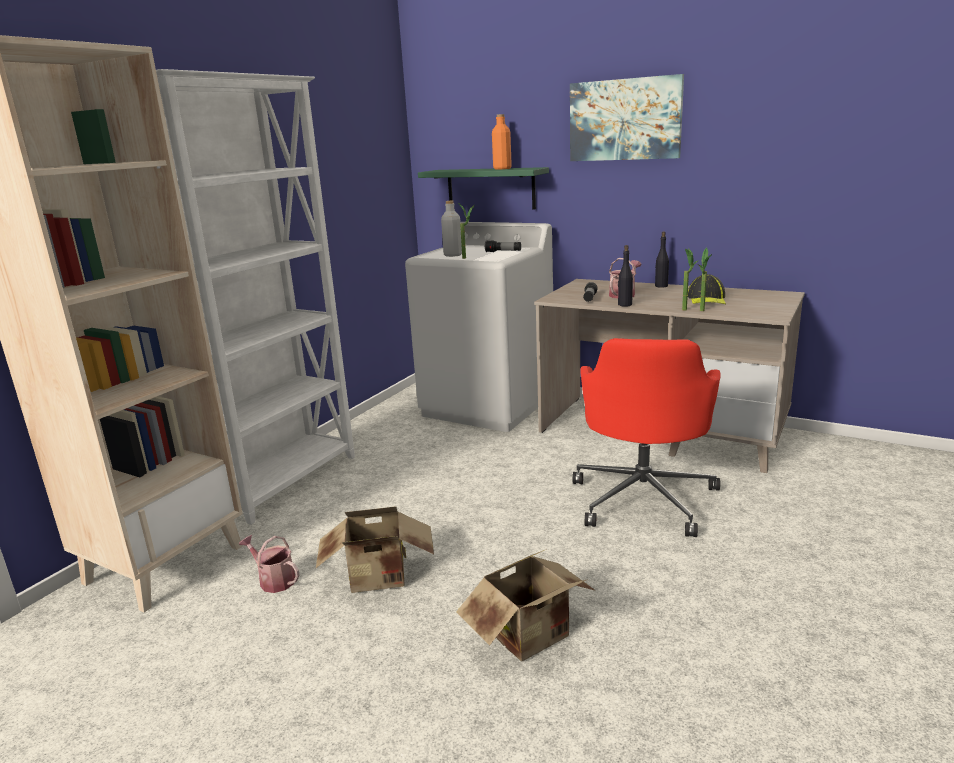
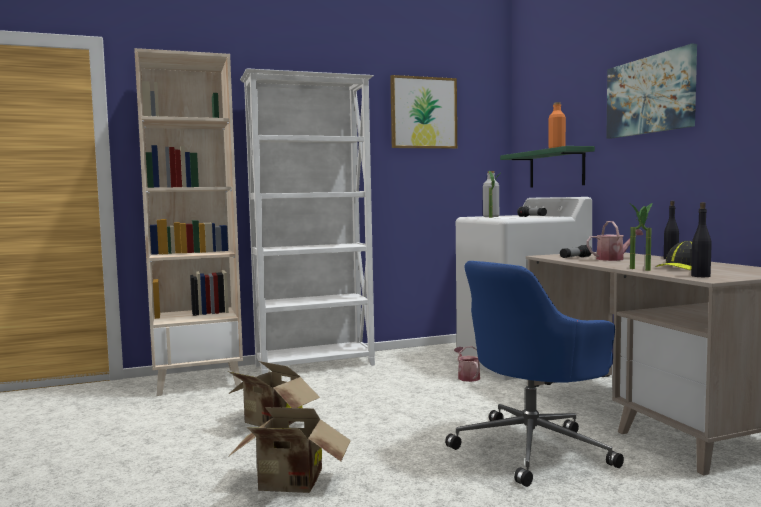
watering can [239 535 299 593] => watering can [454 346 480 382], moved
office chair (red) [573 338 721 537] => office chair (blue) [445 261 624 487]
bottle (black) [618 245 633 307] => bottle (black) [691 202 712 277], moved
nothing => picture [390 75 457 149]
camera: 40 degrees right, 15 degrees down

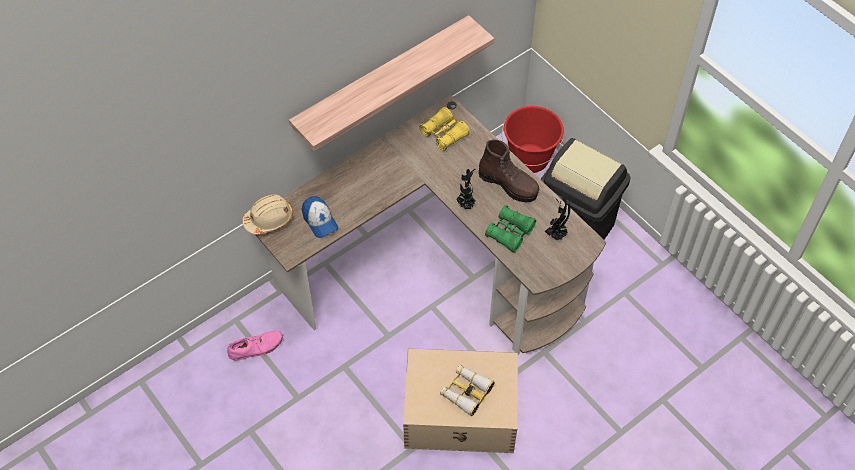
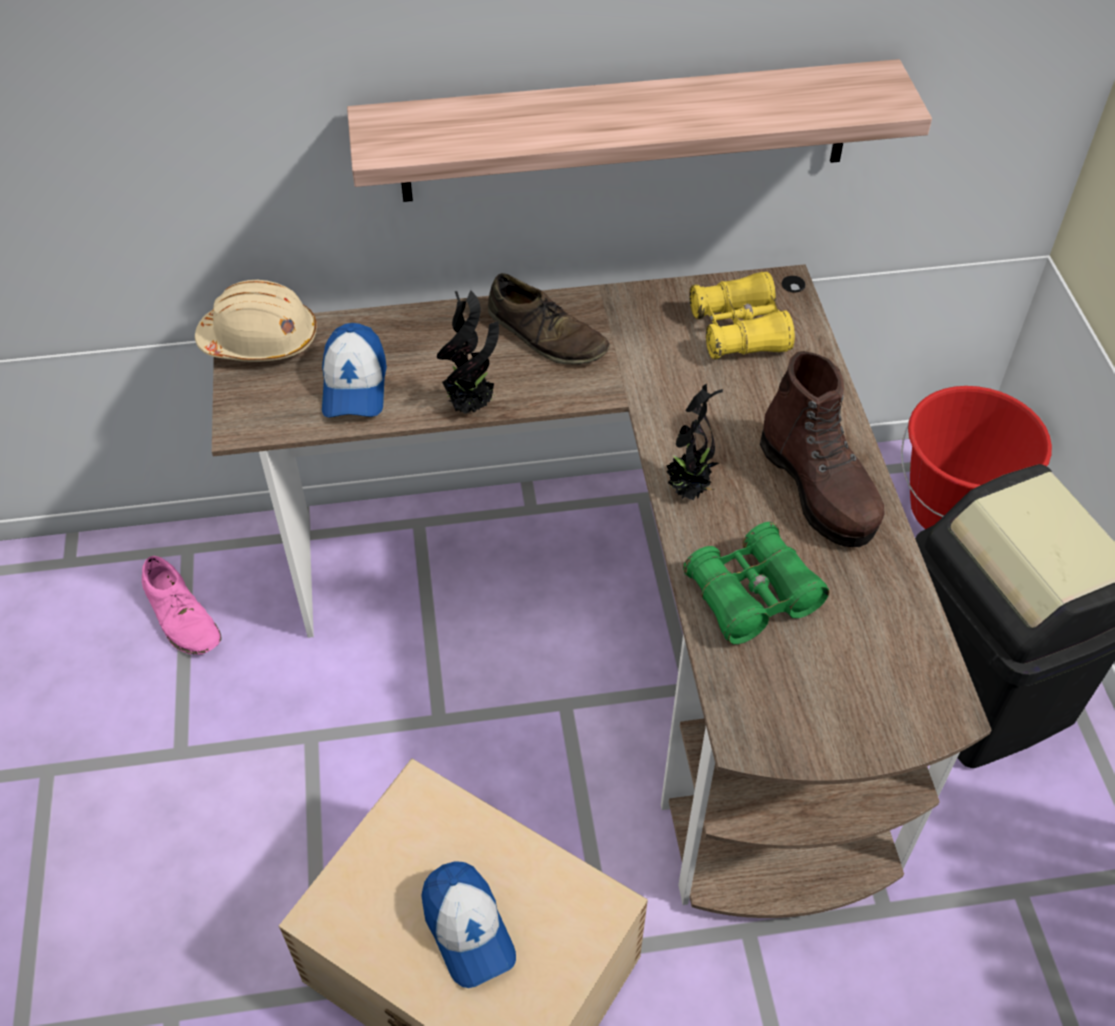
shoe (pink) [227 330 283 361] => shoe (pink) [142 556 221 655], 45 degrees clockwise
binoculars [440 365 495 416] => cap [421 861 516 988]
potted plant [545 196 570 240] => potted plant [437 291 499 414], moved
nothing => shoe (brown) [488 273 610 365]
camera: 30 degrees right, 5 degrees down

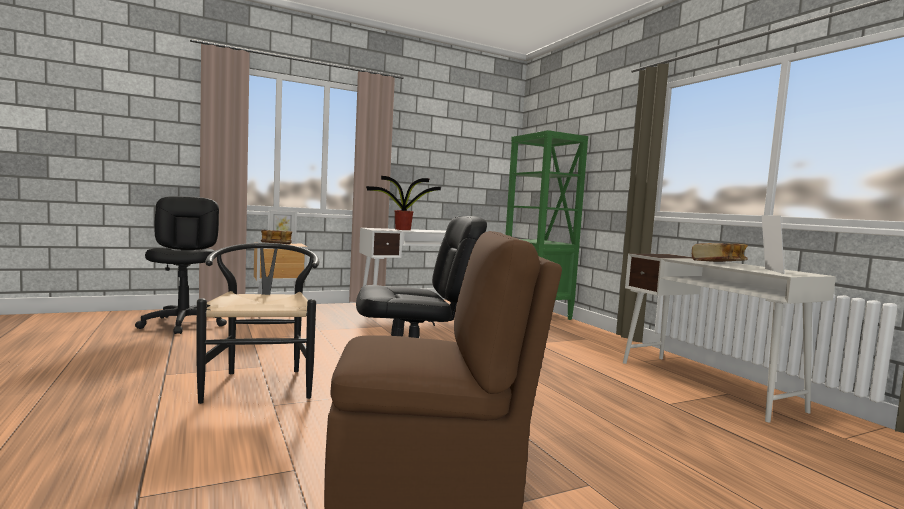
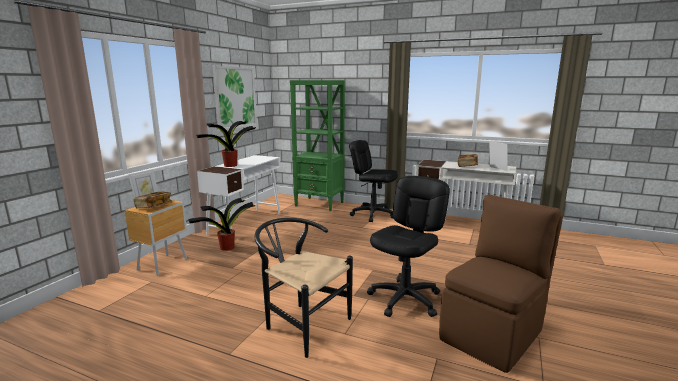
office chair (black) [135 196 227 334] => office chair (black) [349 140 398 222], moved
nothing => potted plant [188 198 255 251]
nothing => picture [213 66 257 131]
camera: 40 degrees left, 10 degrees up

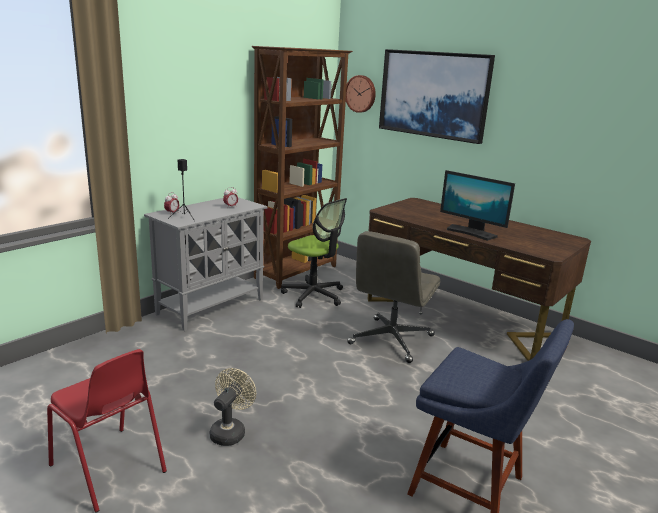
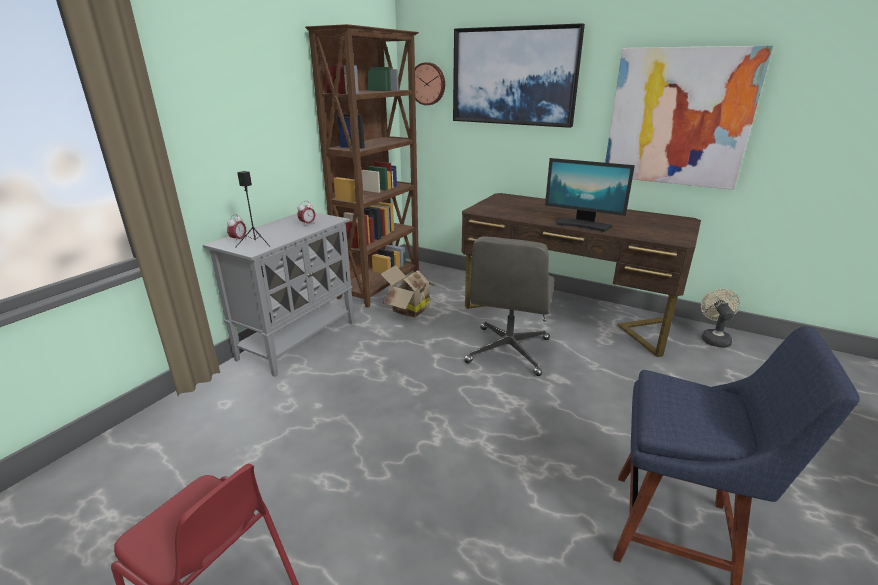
fan (beige) [209 368 256 446] => fan (beige) [701 289 740 348], moved
office chair [281 198 347 308] => cardboard box [381 265 435 318]
nothing => picture [605 46 773 190]
camera: 10 degrees left, 5 degrees up

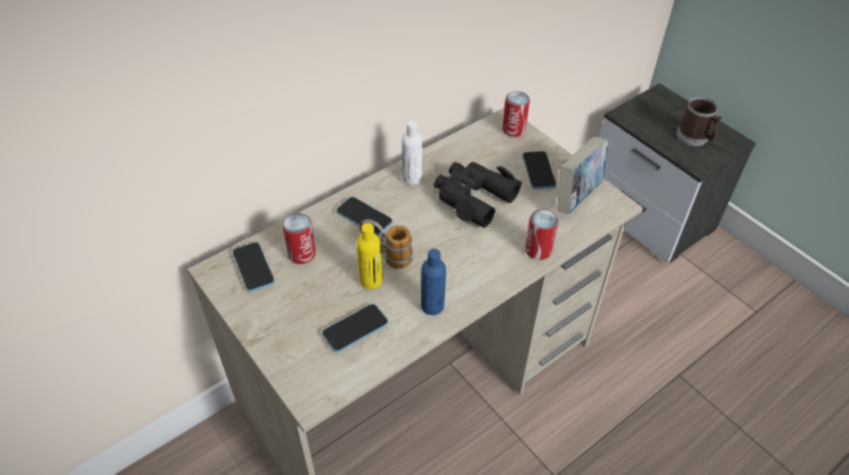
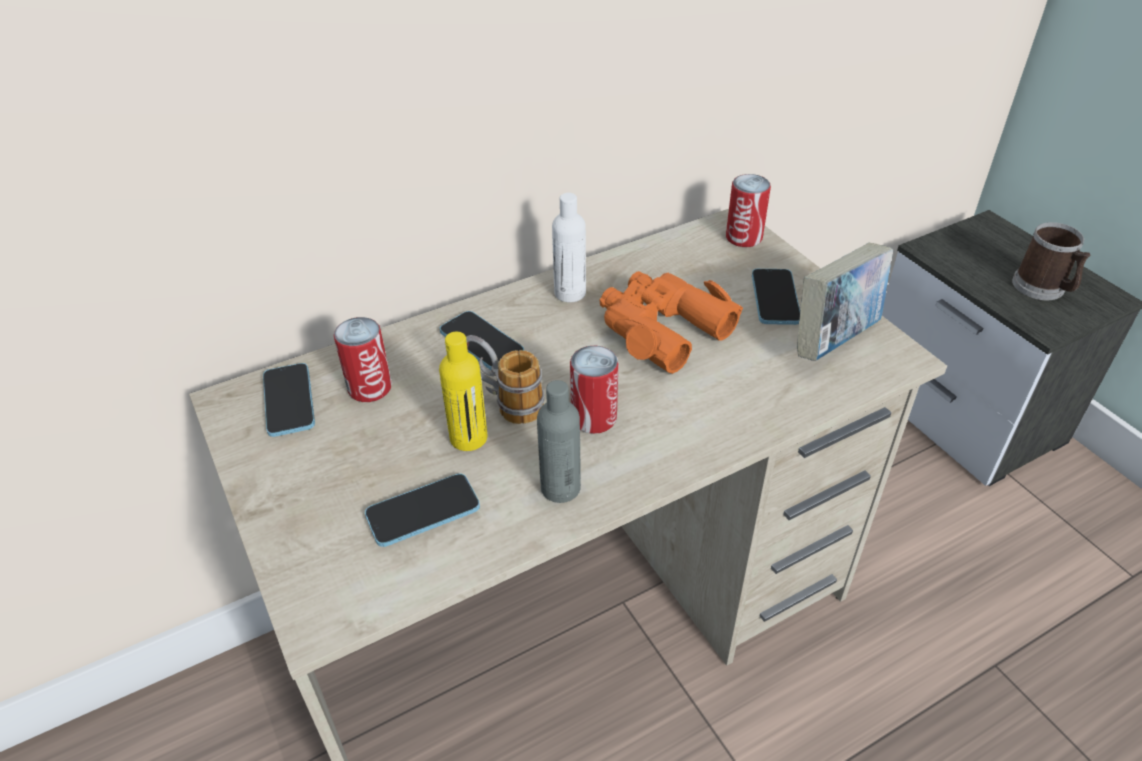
bottle (blue) [421 249 446 315] => bottle (grey) [537 380 581 503]
binoculars (black) [434 162 522 228] => binoculars (orange) [599 271 743 374]
can [525 209 558 260] => can [570 346 619 434], moved
camera: 10 degrees right, 5 degrees down

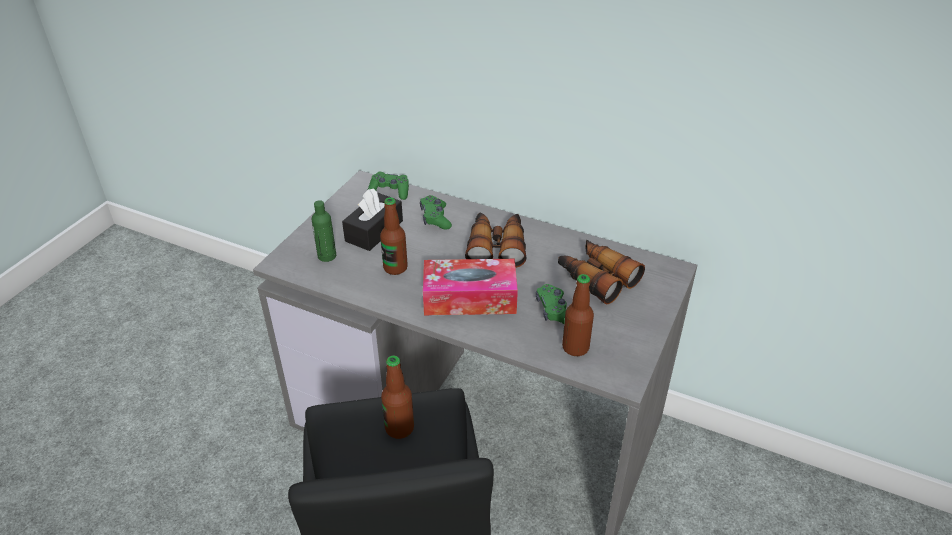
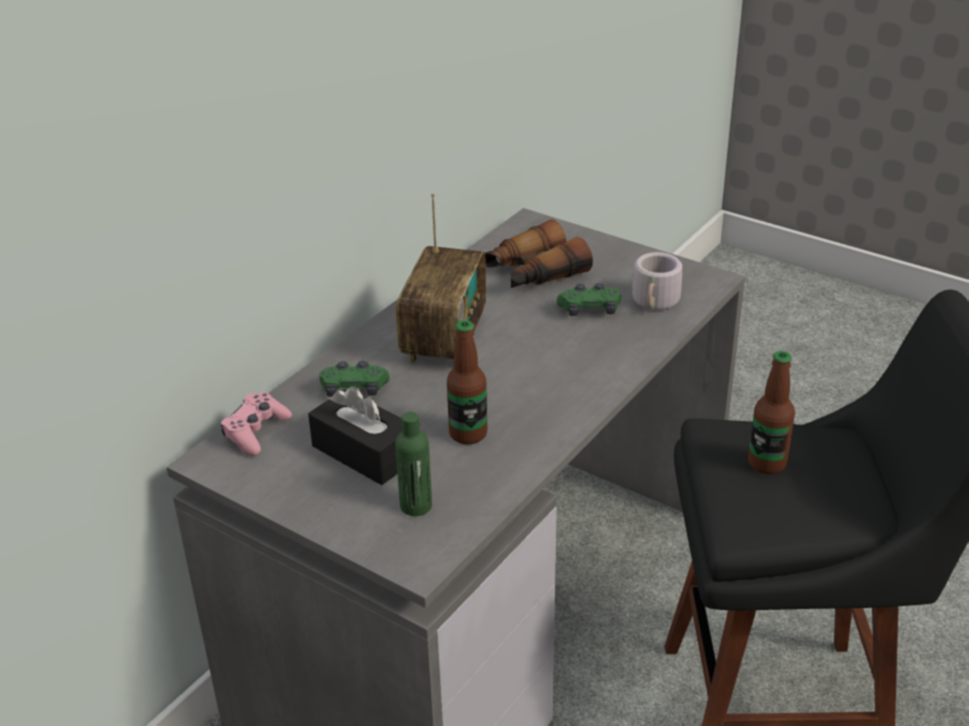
game controller (green) [368 172 409 200] => game controller (pink) [221 392 292 456]
tissue box [423 259 518 315] => nothing
binoculars [465 213 527 268] => radio [396 193 486 364]
bottle [562 274 594 356] => mug (grey) [632 252 686 310]
camera: 80 degrees left, 5 degrees down

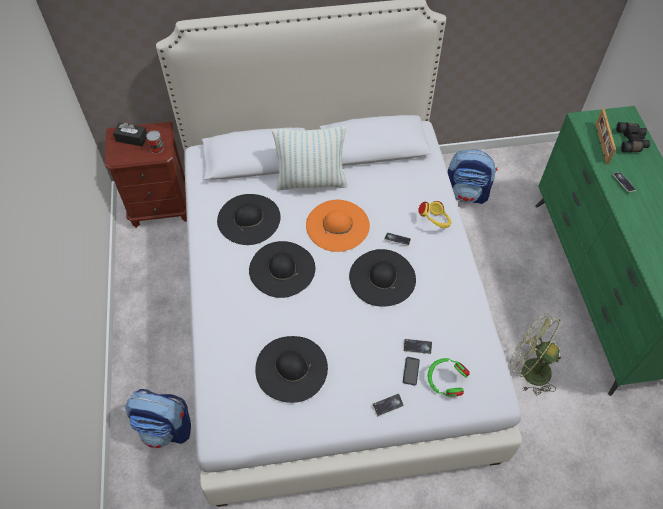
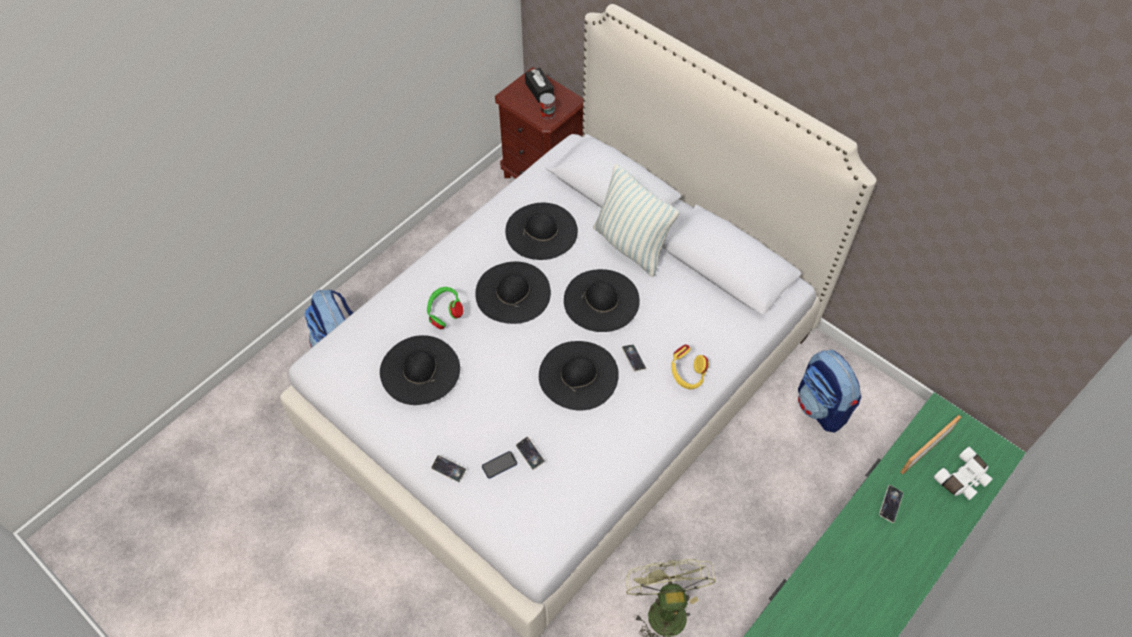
hat (orange) [306 200 370 252] => hat (black) [564 269 640 332]
headphones (green) [428 358 470 397] => headphones (green) [427 287 463 329], moved
binoculars (black) [616 122 650 153] => binoculars (white) [933 447 993 500]
camera: 50 degrees right, 0 degrees up

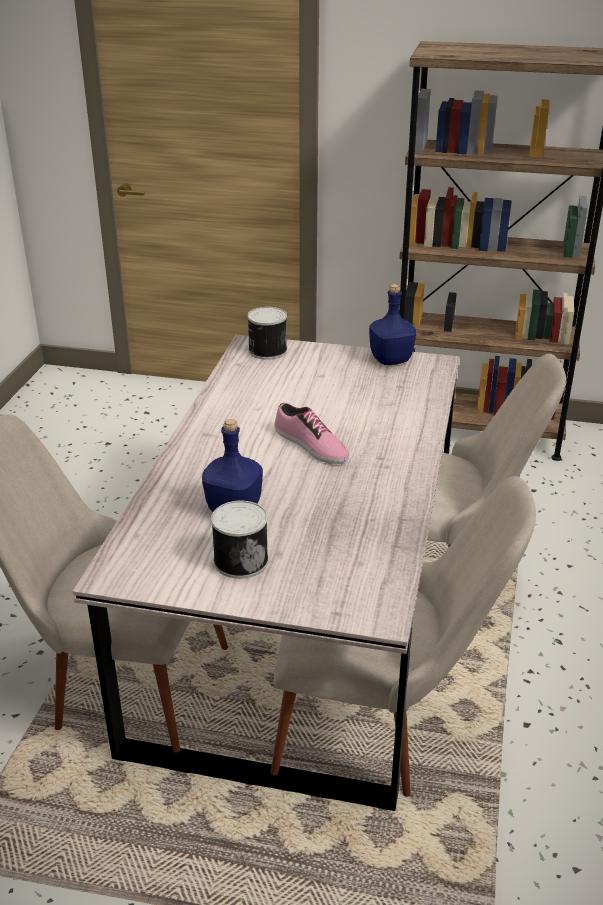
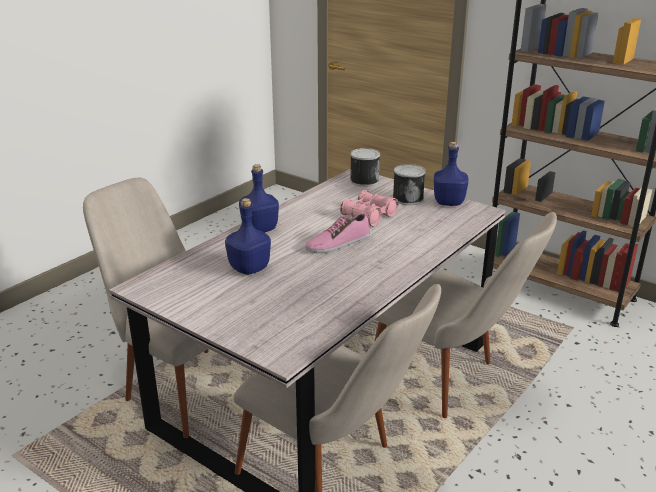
can [211 501 268 579] => can [393 164 426 205], moved
shoe [274 403 349 464] => shoe [305 214 370 253], 75 degrees clockwise
nothing => bottle (blue) [239 164 279 233]
nothing => binoculars (pink) [340 190 398 226]
camera: 25 degrees right, 5 degrees down

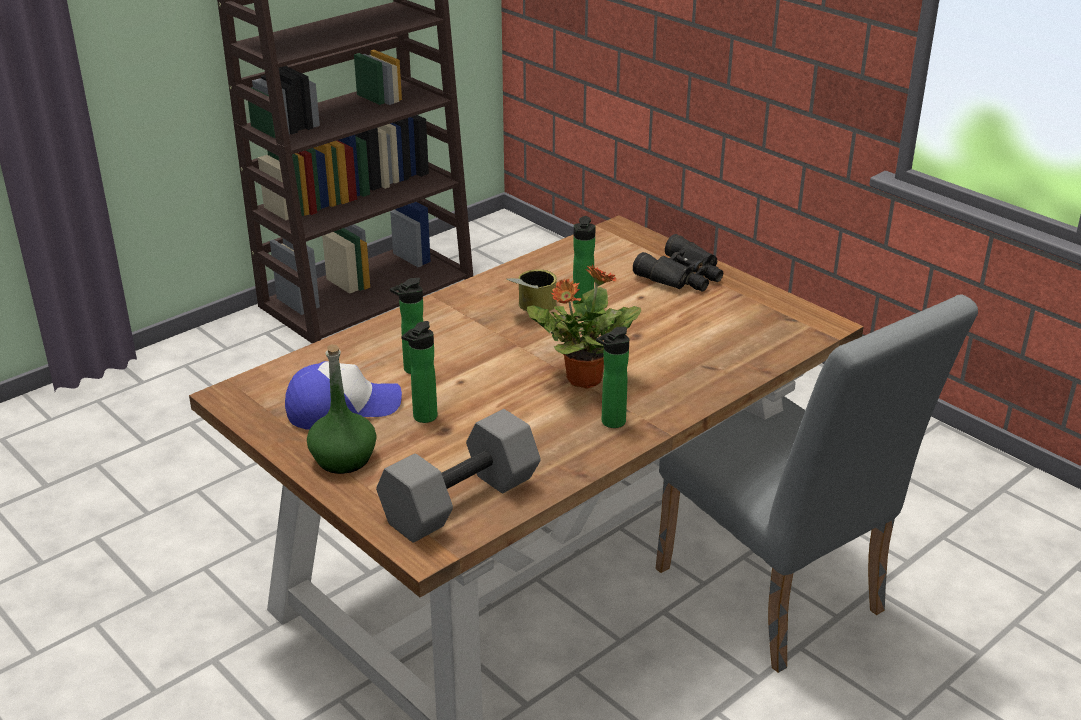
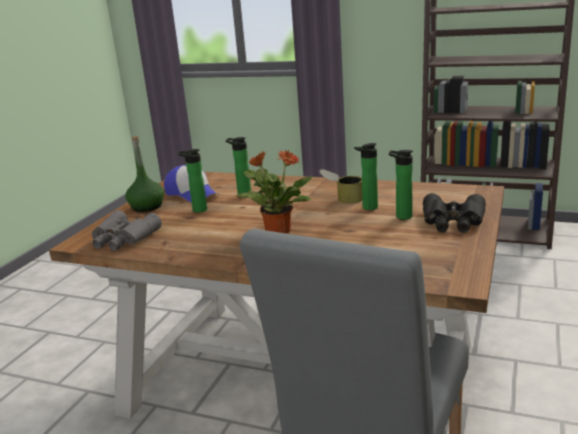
dumbbell (grey) [376 409 541 543] => binoculars (grey) [92 210 162 251]
bottle [596 327 629 428] => bottle [389 150 413 220], moved
camera: 65 degrees right, 10 degrees down

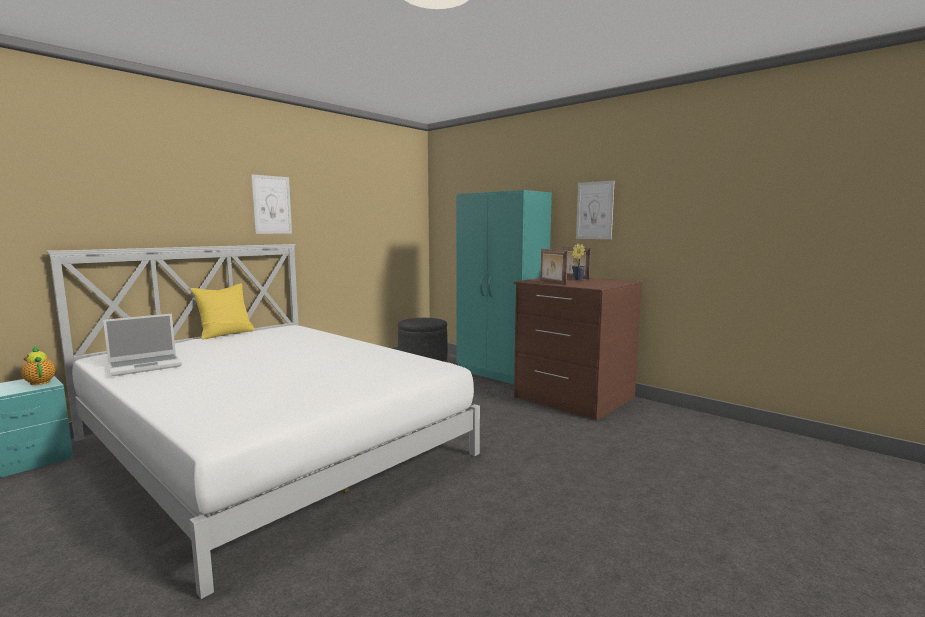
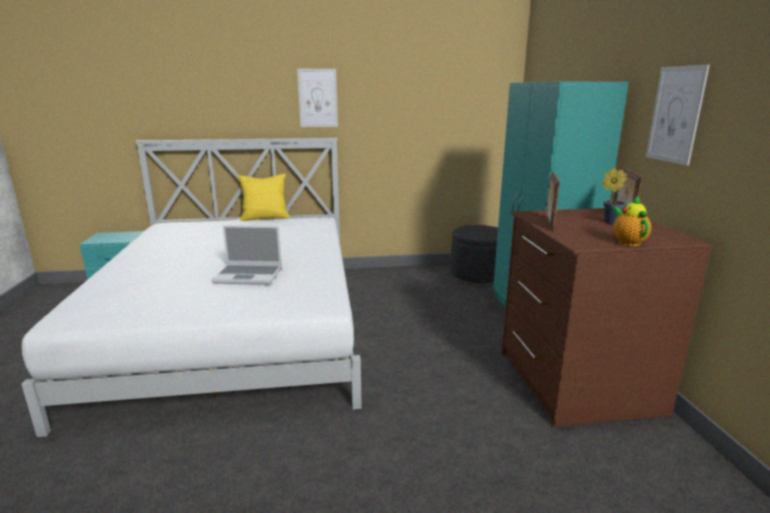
teapot [21 346 56 385] => teapot [612 196 652 246], moved
laptop [103 314 182 376] => laptop [211 225 282 285], moved
camera: 40 degrees right, 10 degrees up

